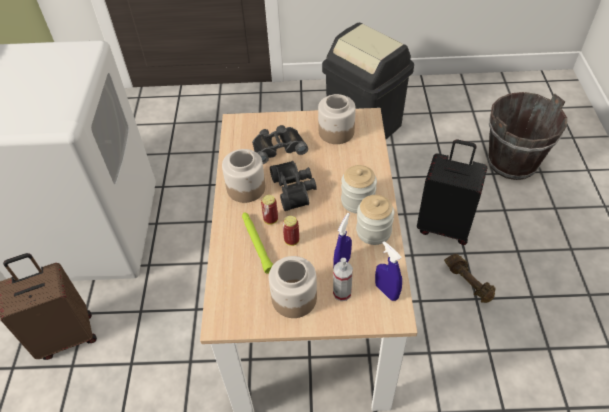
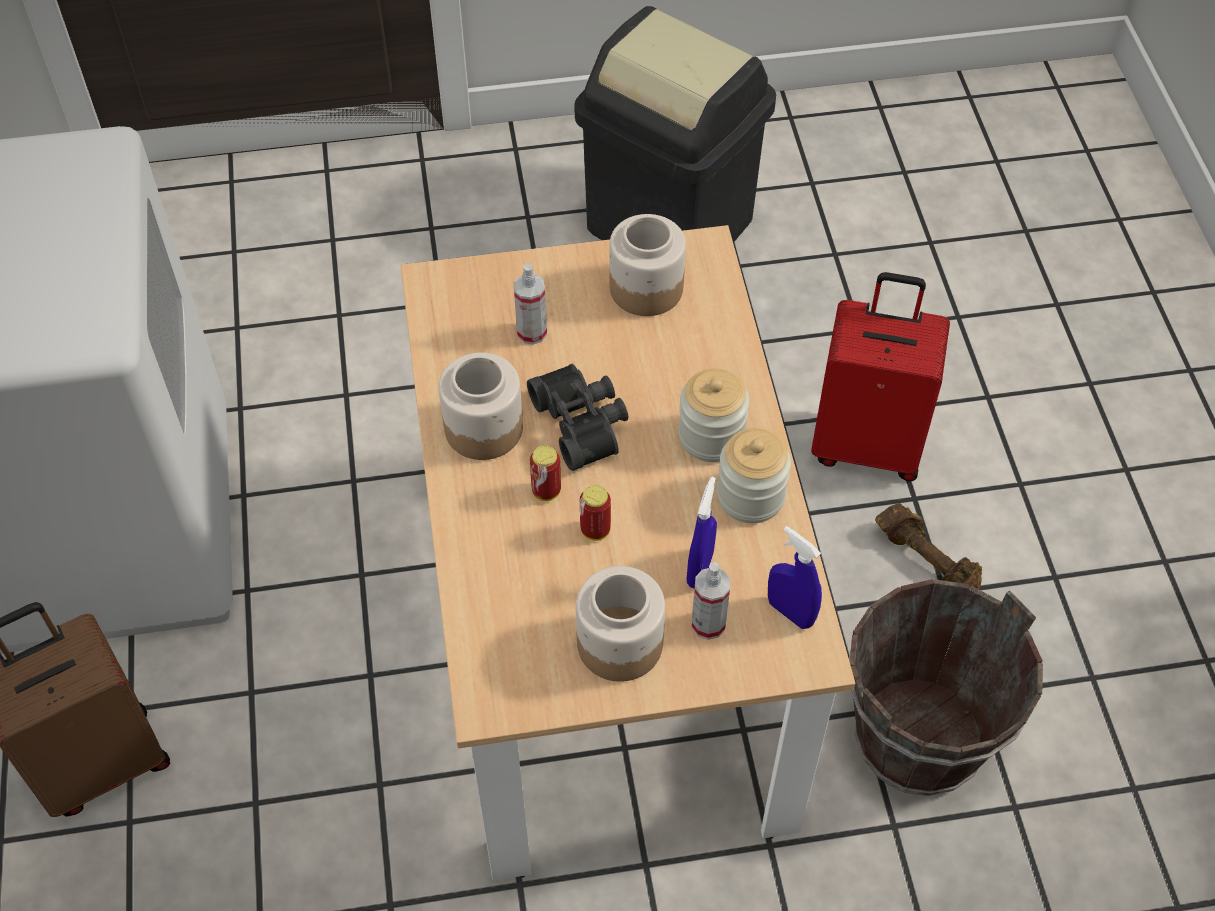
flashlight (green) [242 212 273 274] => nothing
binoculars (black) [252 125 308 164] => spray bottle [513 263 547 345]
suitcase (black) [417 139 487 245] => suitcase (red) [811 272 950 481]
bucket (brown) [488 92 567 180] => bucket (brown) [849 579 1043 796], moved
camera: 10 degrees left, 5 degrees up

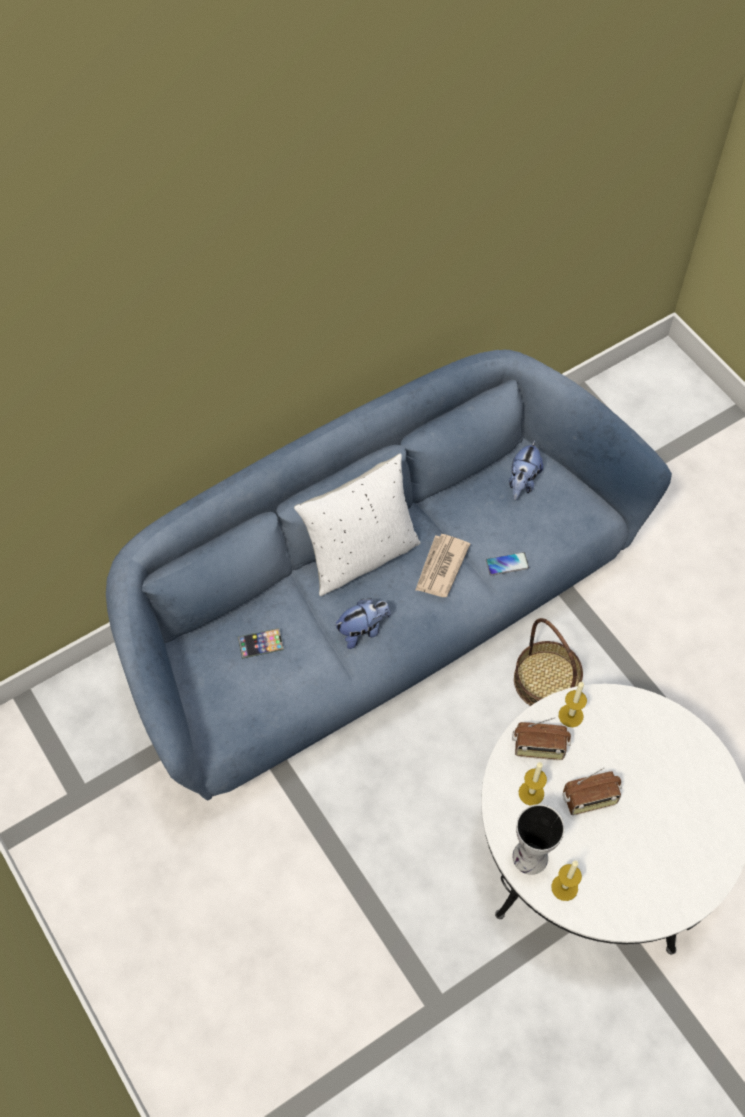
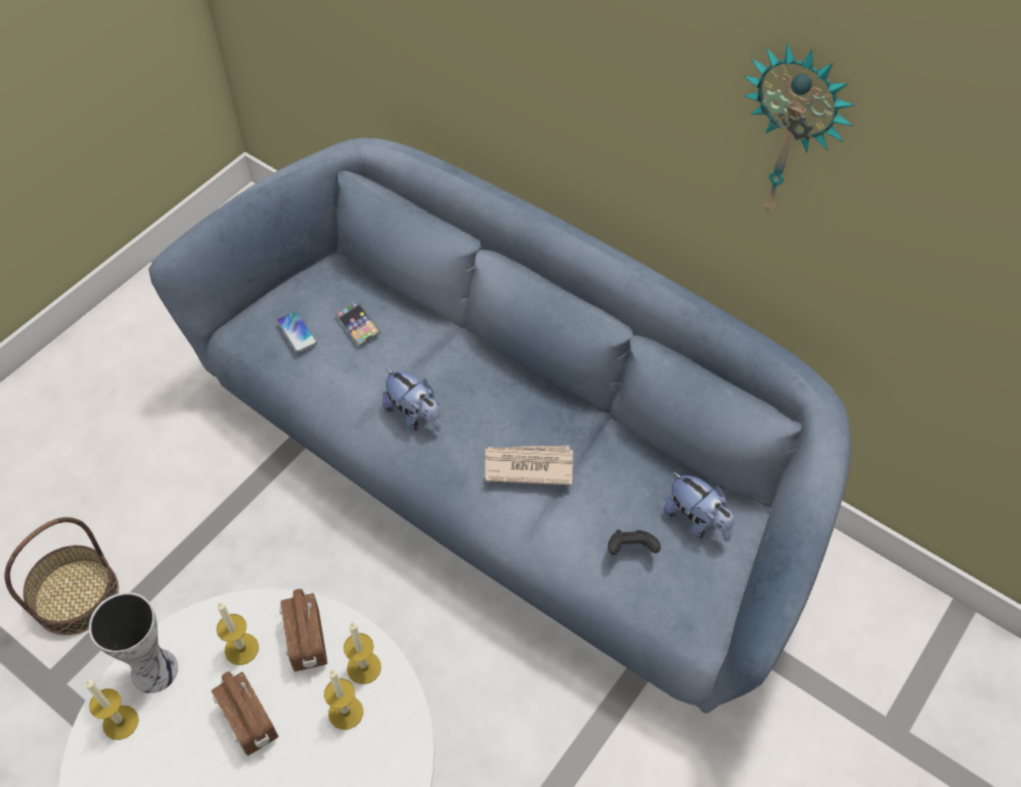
pillow (white) [294 453 420 596] => nothing
phone [486 552 529 575] => phone [277 311 317 353], moved
plush toy [509 440 543 500] => plush toy [663 471 734 542], 135 degrees counterclockwise
basket [514 618 583 706] => basket [5 517 119 635], moved
nothing => candle [324 670 363 730]
nothing => game controller (black) [608 530 661 555]
nothing => wall clock [744 43 855 214]
camera: 70 degrees right, 5 degrees down

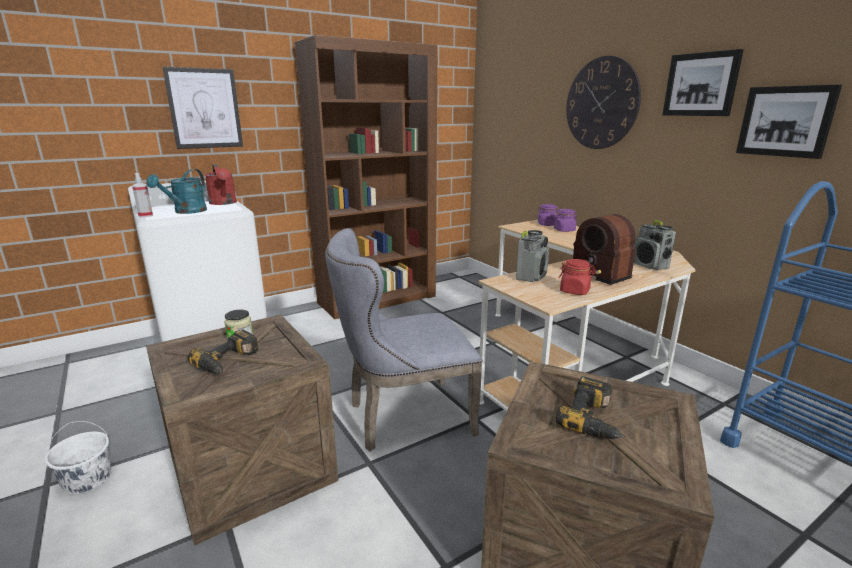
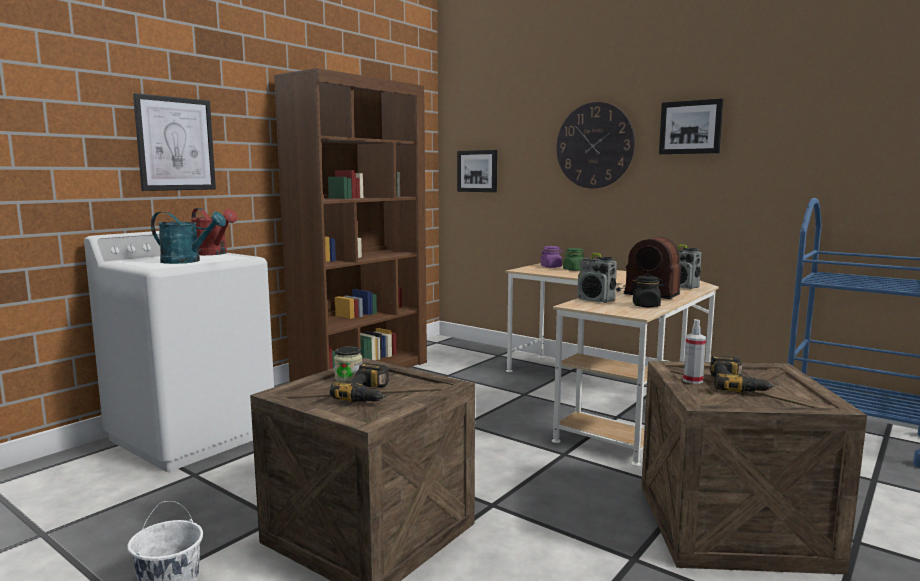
spray bottle [132 173 153 218] => spray bottle [683 319 706 384], moved
watering can (turquoise) [146 169 207 214] => watering can (turquoise) [151 212 226 264], 75 degrees counterclockwise
chair (grey) [325 228 483 451] => nothing
radio [516 230 549 282] => radio [577 253 617 303], 120 degrees clockwise
jar (purple) [554 209 577 232] => jar (green) [563 248 584 271]
jar (red) [559 259 596 295] => jar (black) [630 276 665 307]
picture [736 84 842 159] => picture [457 150 497 192], moved
camera: 20 degrees left, 10 degrees down

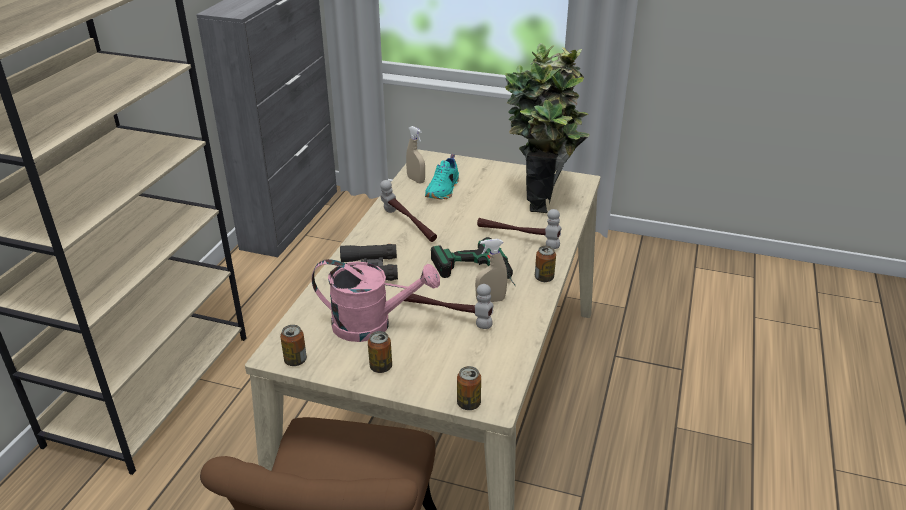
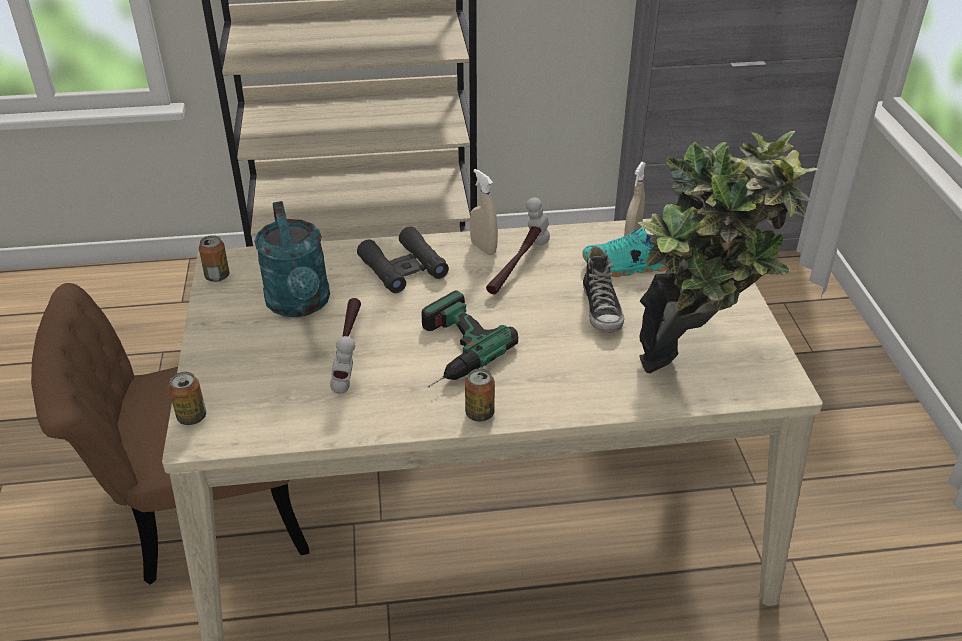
watering can (pink) [312 259 440 342] => watering can (turquoise) [254 201 330 317]
can [368 331 392 373] => nothing
spray bottle (beige) [475 239 507 302] => spray bottle (beige) [470 169 498 255], moved
hammer [477 209 561 249] => nothing
nothing => shoe [583 246 624 332]
camera: 65 degrees right, 5 degrees up

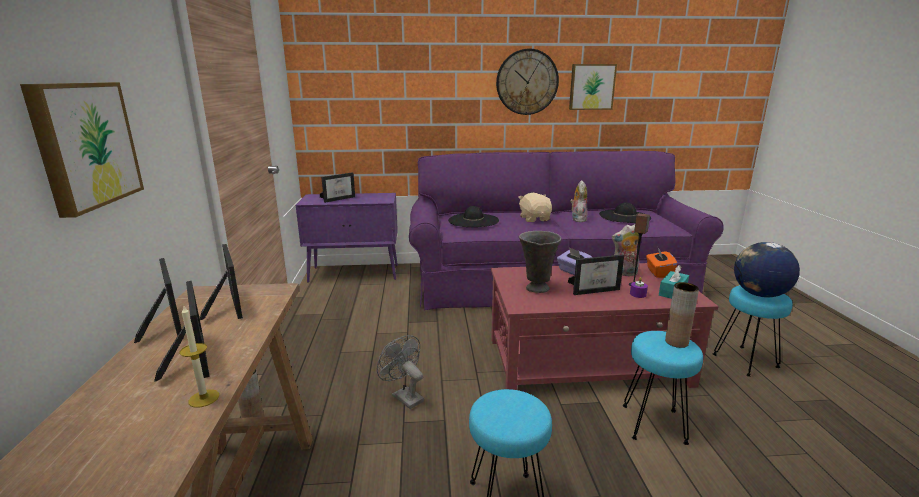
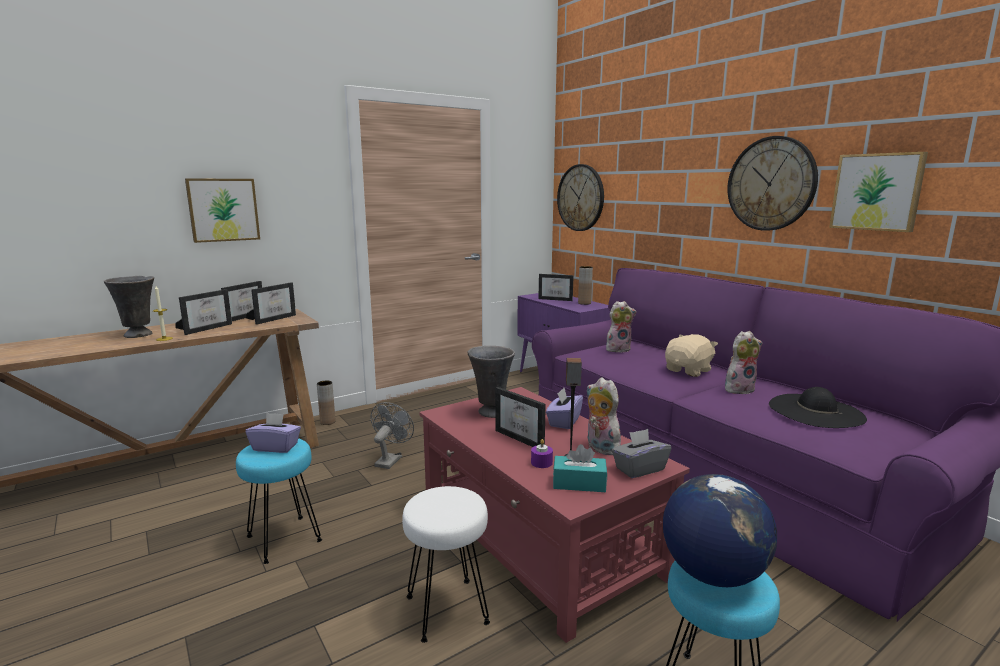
hat (black) [448 206 499 227] => plush toy [606 301 637 353]
stool (turquoise) [623 331 703 445] => stool (white) [402 486 490 643]
tissue box (orange) [646 248 677 278] => tissue box (grey) [612 429 672 478]
vase (brown) [665 282 699 348] => vase (brown) [578 266 593 305], moved
nothing => vase (grey) [104 276 154 338]
nothing => tissue box (purple) [246 412 301 453]
nothing => wall clock [557 164 604 231]
camera: 60 degrees right, 5 degrees down

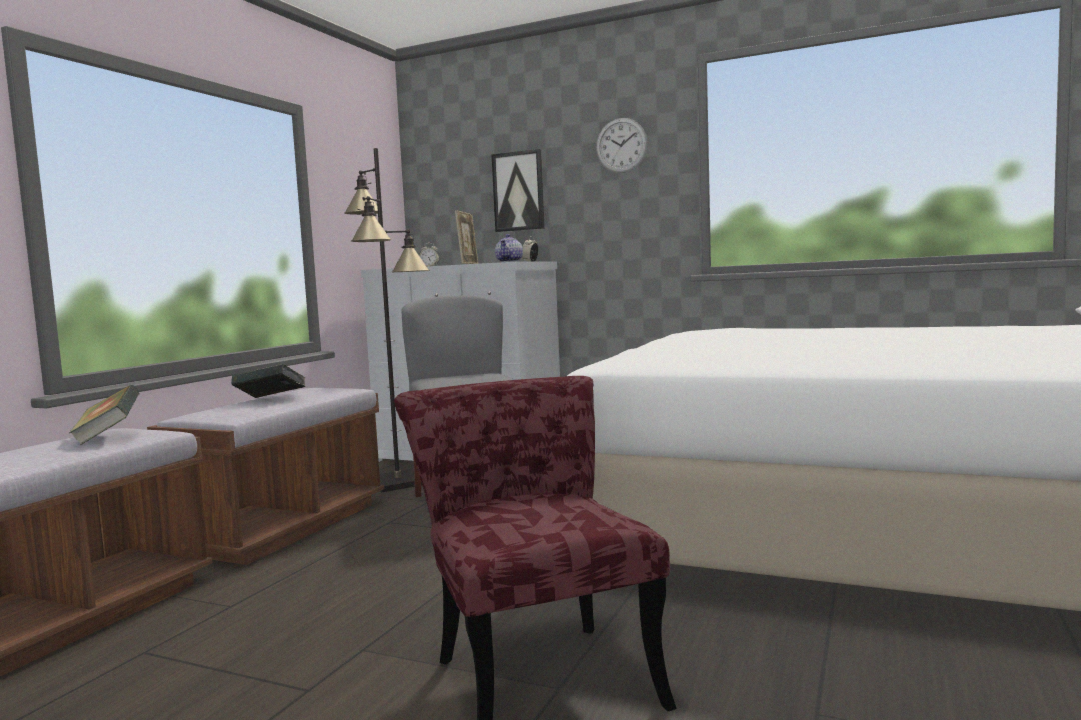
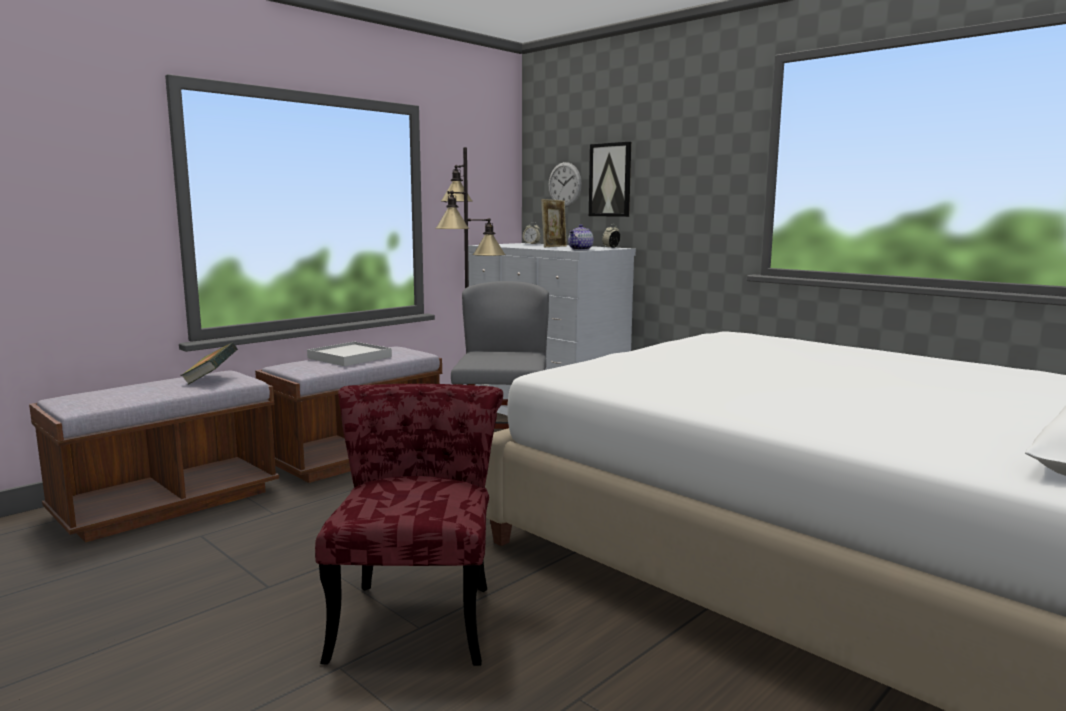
book [231 364 305 398] => tray (white) [307 342 392 366]
wall clock [596 118 648 173] => wall clock [548 162 582 207], moved
camera: 20 degrees right, 5 degrees up

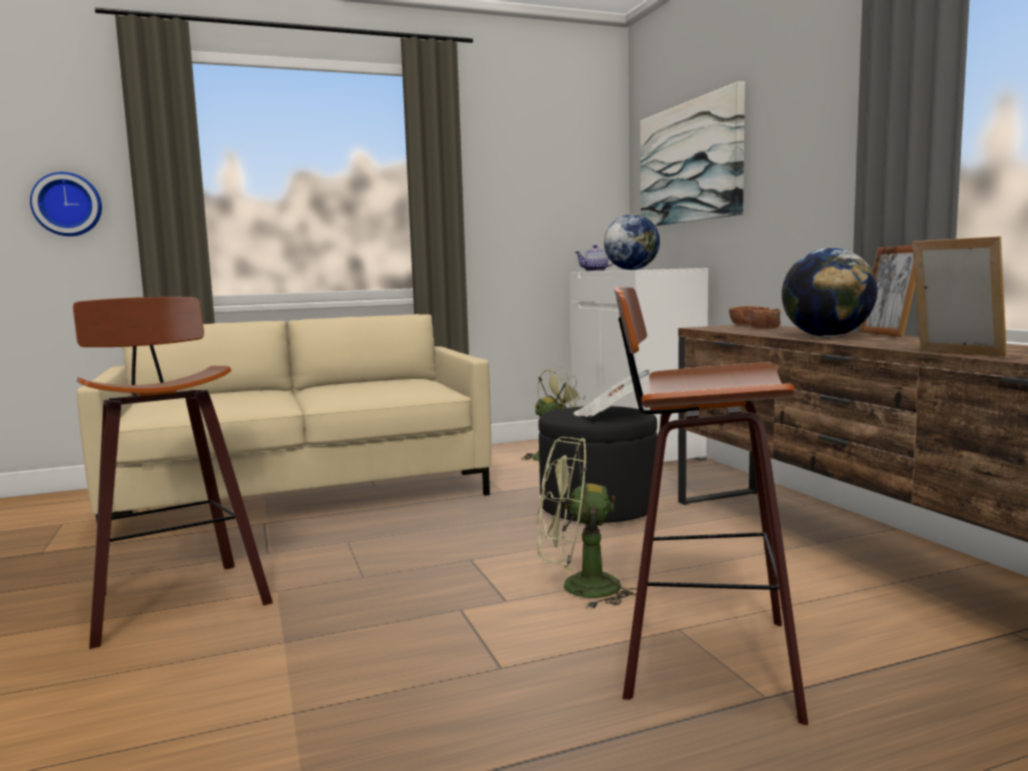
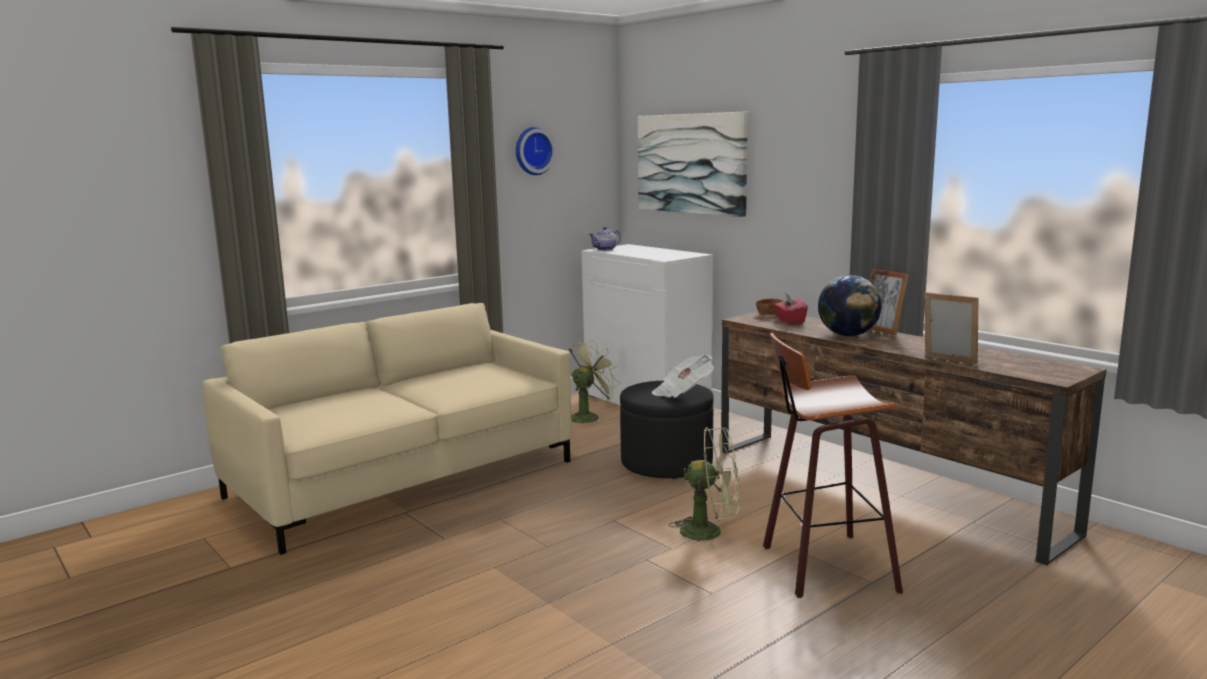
wall clock [30 172 102 236] => wall clock [516 127 556 175], moved
stool [73 297 273 649] => nothing
fan (green) [537 437 637 609] => fan (green) [669 427 740 549], 150 degrees counterclockwise
globe [604 214 660 270] => nothing
bowl (brown) [750 308 781 329] => tissue box (red) [774 293 808 324]
camera: 20 degrees left, 5 degrees up

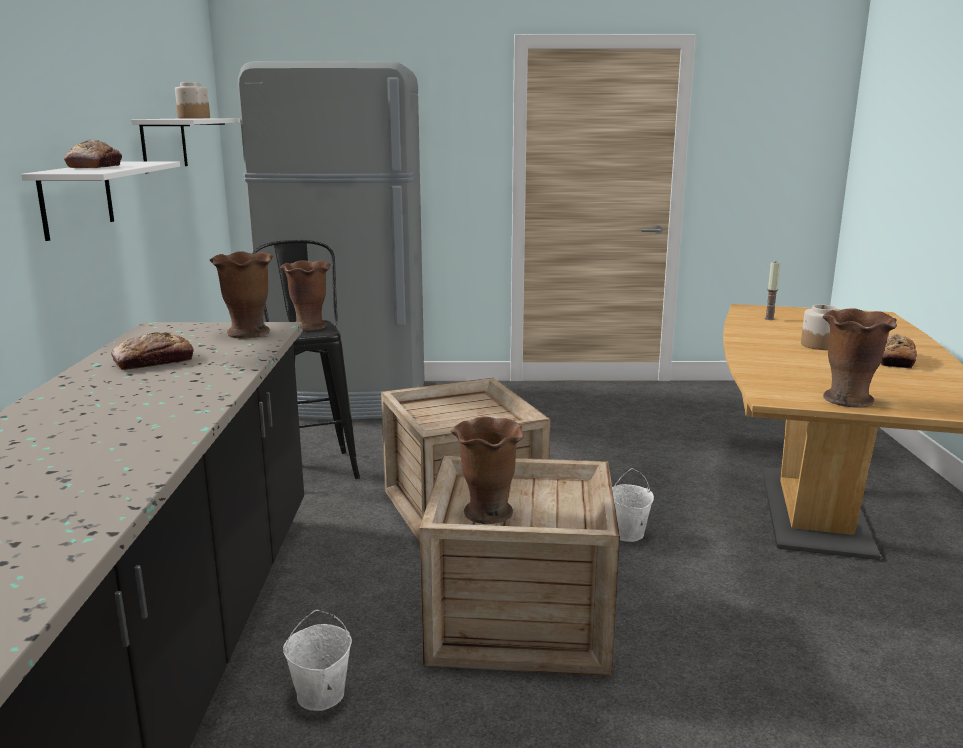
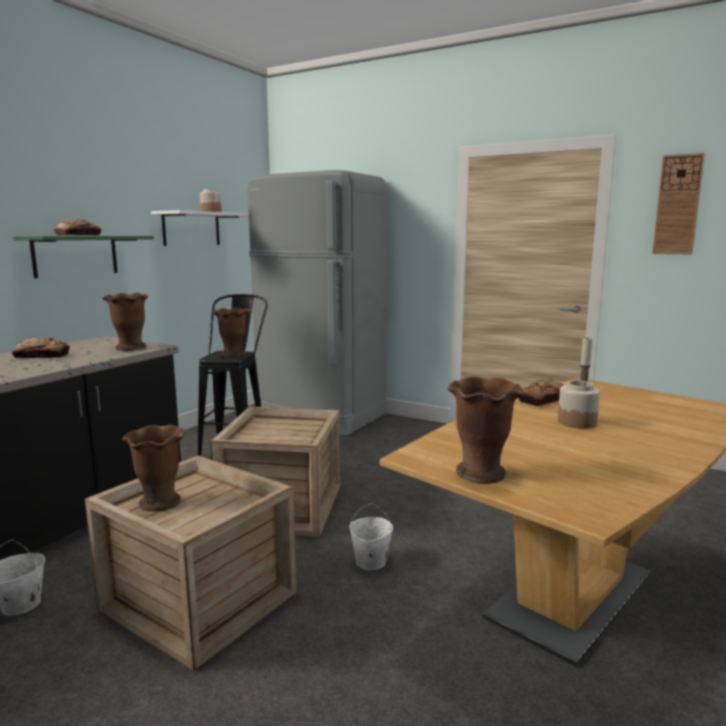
shelf (white) [21 161 180 241] => shelf (green) [13 236 154 278]
bread [880 334 917 369] => bread [519 379 563 406], moved
nothing => wall clock [652 153 705 255]
camera: 30 degrees right, 5 degrees down

